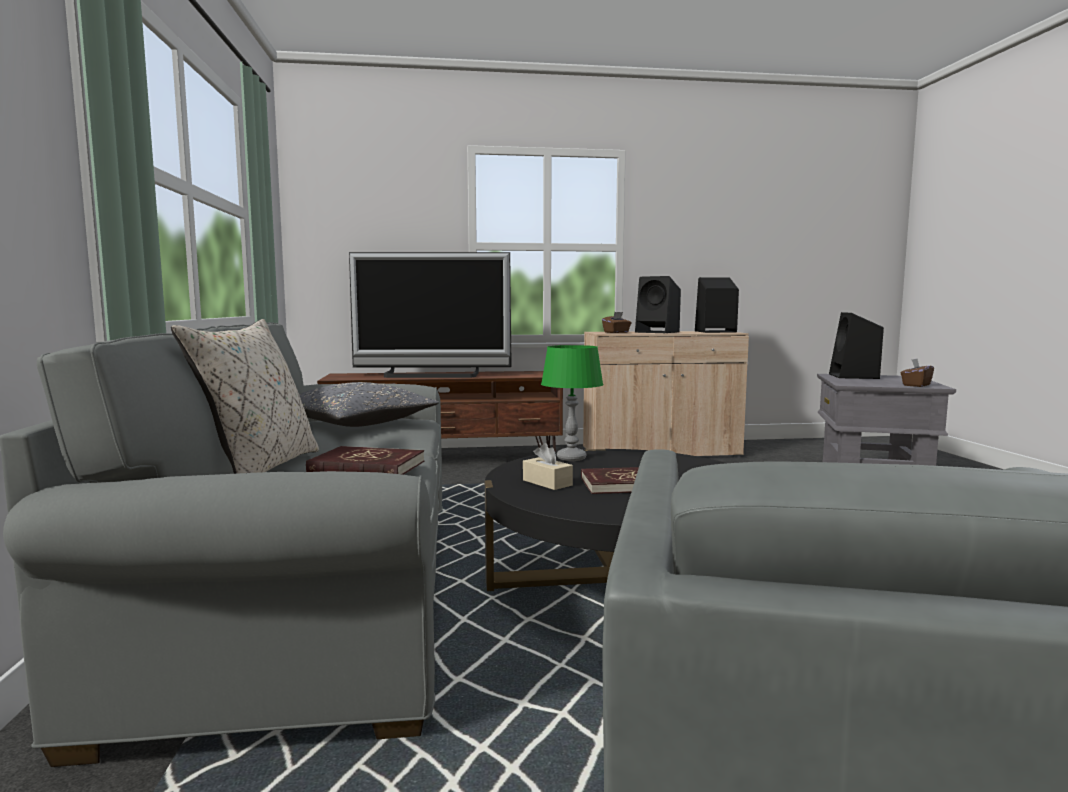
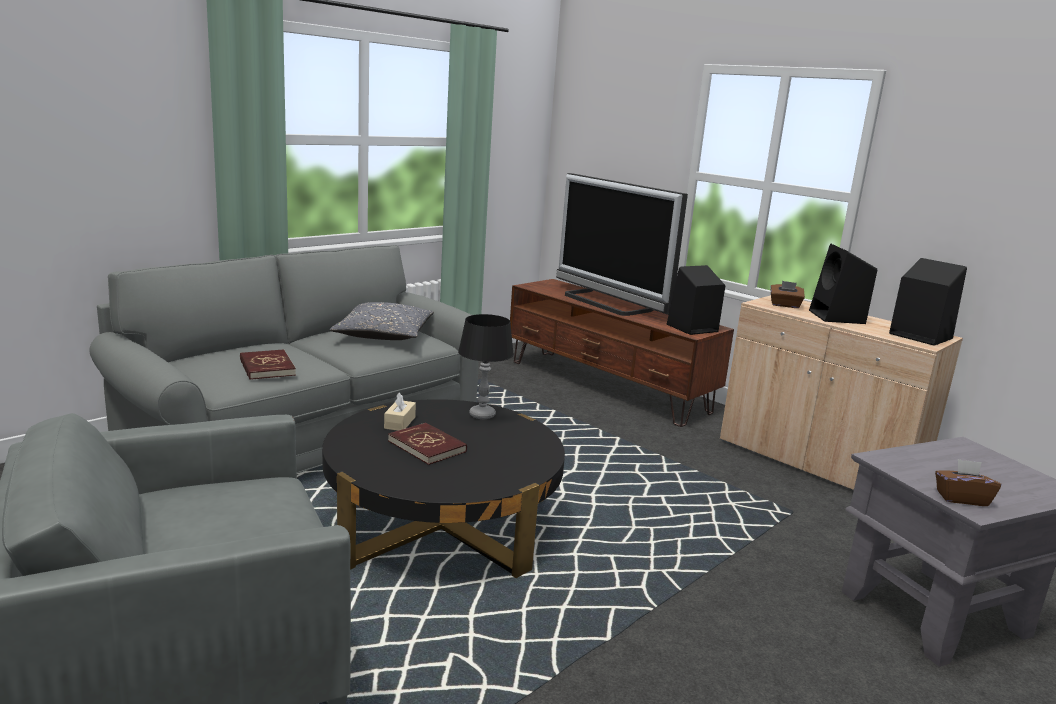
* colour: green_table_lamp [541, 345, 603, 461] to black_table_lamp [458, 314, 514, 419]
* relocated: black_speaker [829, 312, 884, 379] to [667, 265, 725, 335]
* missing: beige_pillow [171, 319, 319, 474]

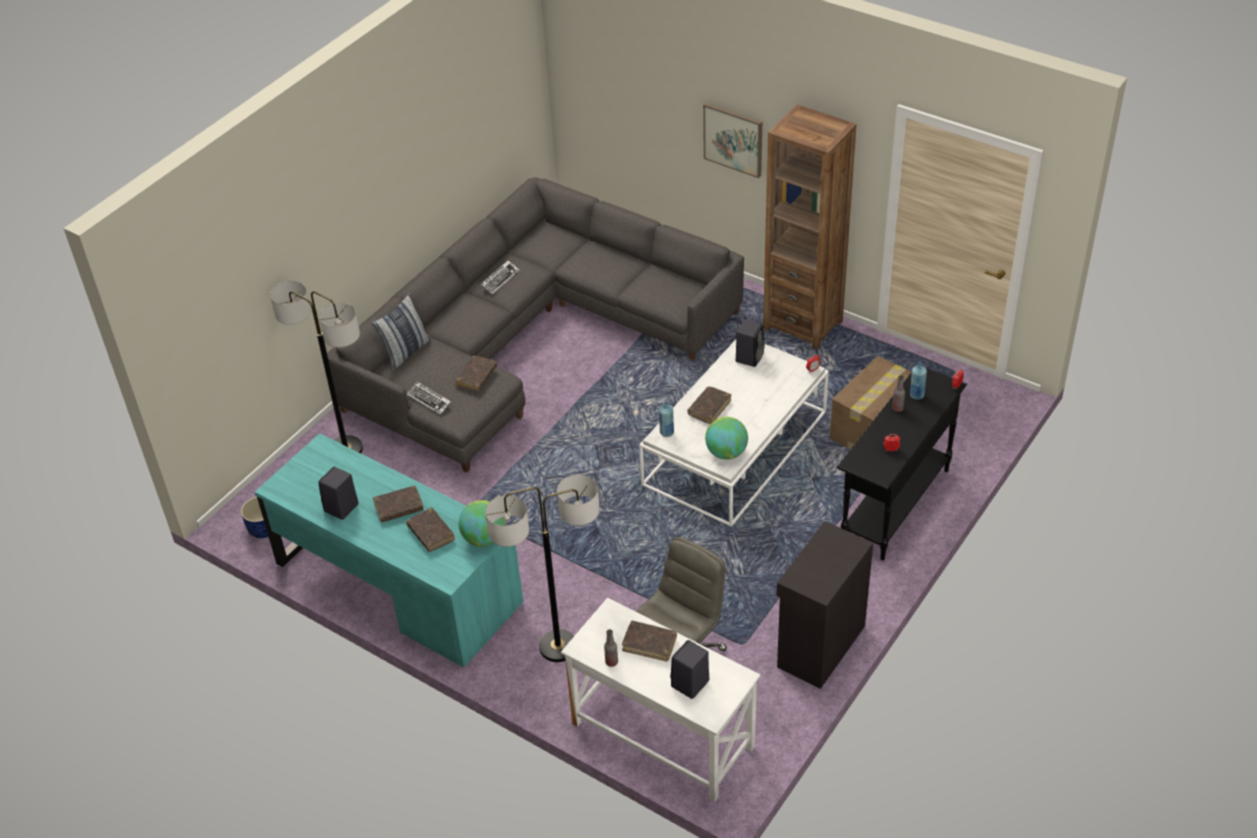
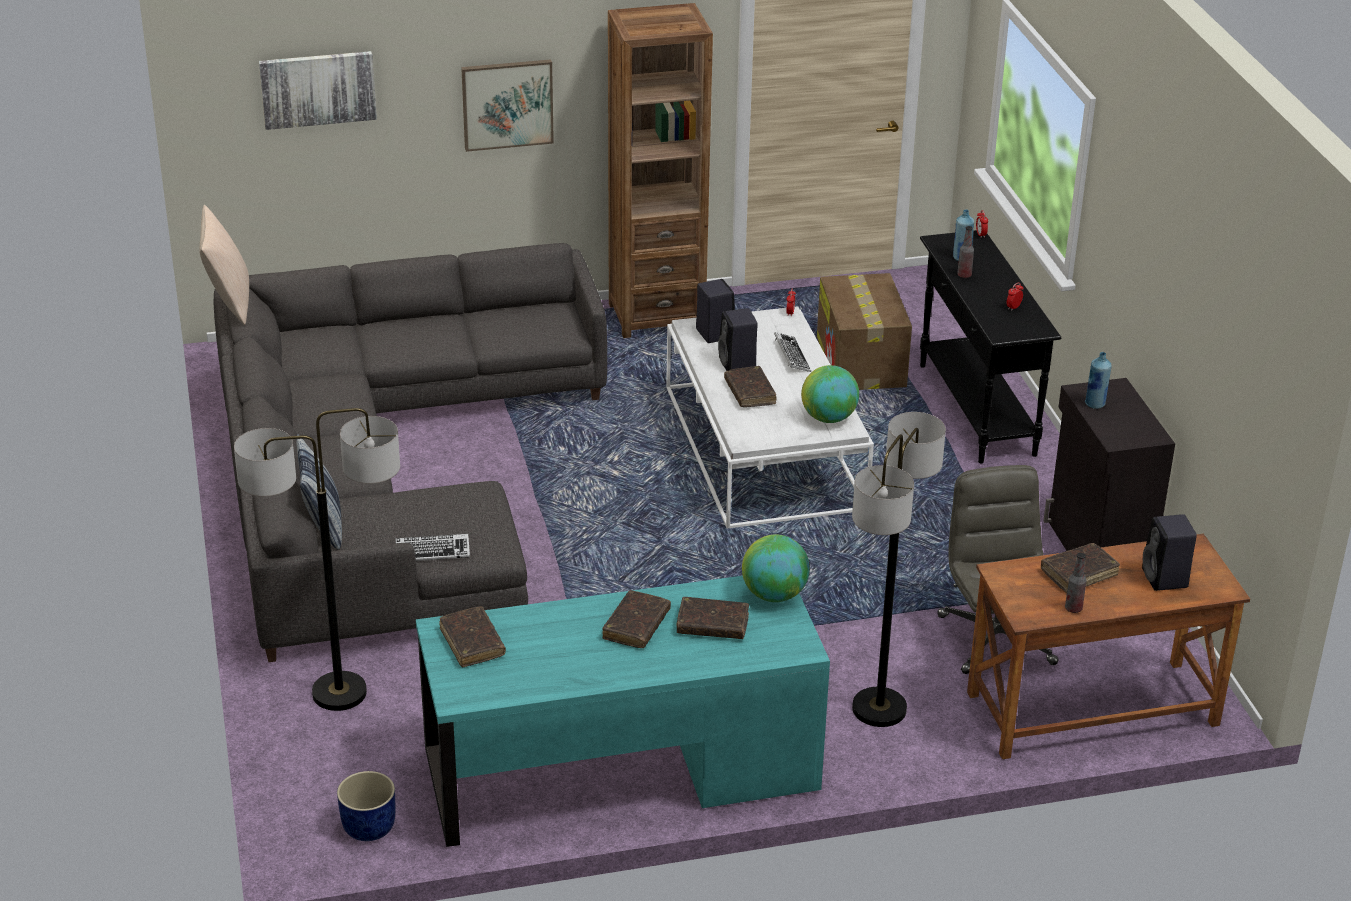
* appeared: beige_pillow [199, 205, 249, 325]
* appeared: picture [259, 51, 377, 130]
* relocated: brown_book [455, 356, 497, 391] to [439, 606, 506, 667]
* relocated: black_speaker [319, 467, 359, 520] to [718, 308, 758, 371]
* relocated: keyboard [480, 261, 520, 294] to [774, 332, 811, 372]
* colour: white_desk [561, 598, 761, 802] to brown_desk [967, 534, 1250, 759]
* relocated: blue_bottle [659, 402, 674, 437] to [1085, 352, 1112, 409]

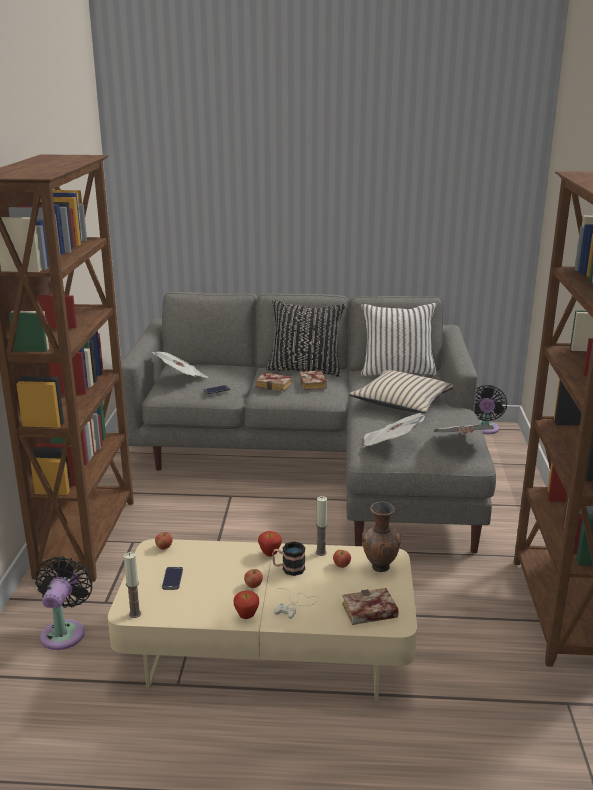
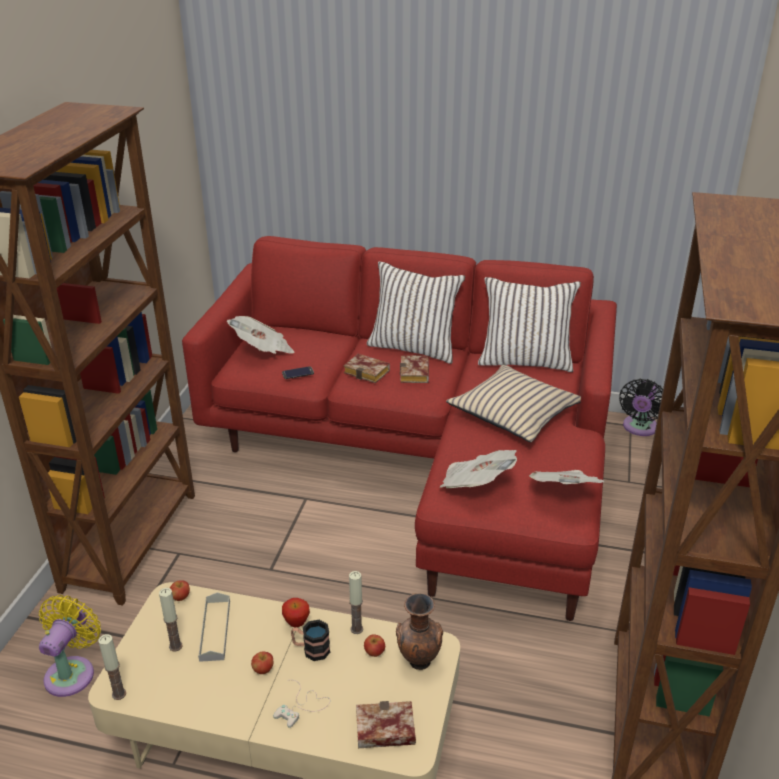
* colour: black_fan [35, 556, 93, 650] to yellow_fan [39, 595, 101, 697]
* exchanged: phone [162, 567, 183, 590] to candle [159, 588, 183, 651]
* colour: grey_sofa [121, 292, 496, 553] to red_sofa [182, 236, 617, 621]
* appeared: grey_tray [198, 593, 230, 662]
* colour: black_pillow [266, 300, 346, 377] to white_pillow [367, 261, 465, 364]
* missing: apple [234, 590, 259, 619]

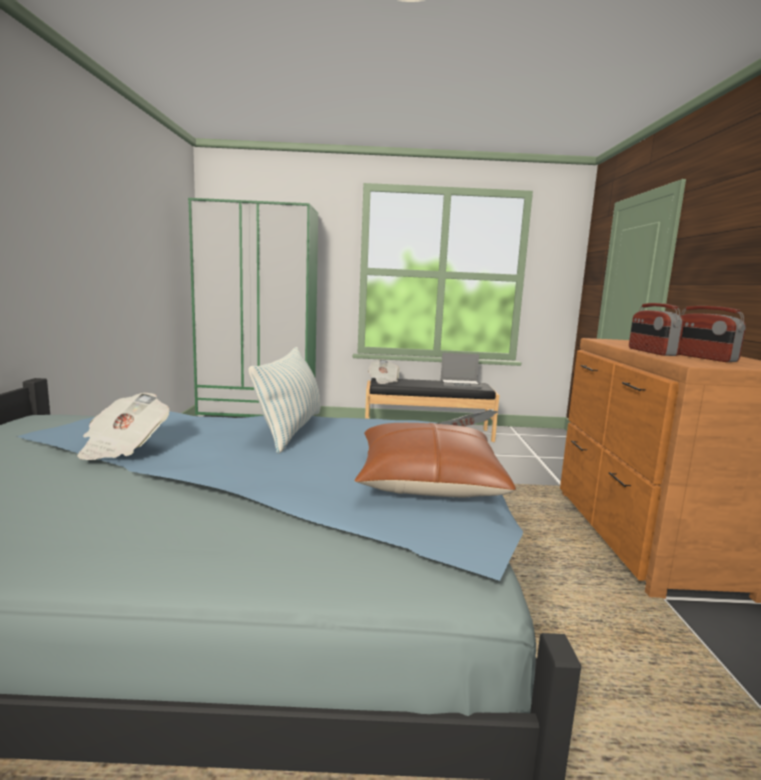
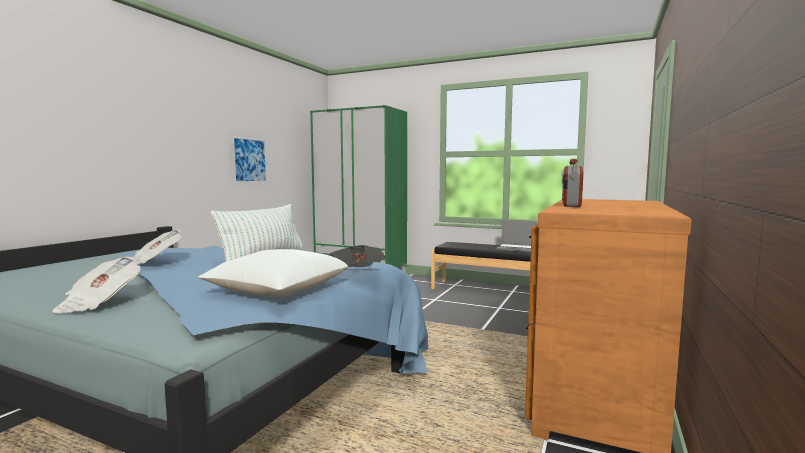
* relocated: newspaper [368, 359, 400, 384] to [52, 257, 141, 314]
* colour: brown_pillow [354, 423, 516, 497] to white_pillow [198, 249, 348, 297]
* appeared: picture [232, 136, 267, 183]
* missing: radio [678, 306, 746, 362]

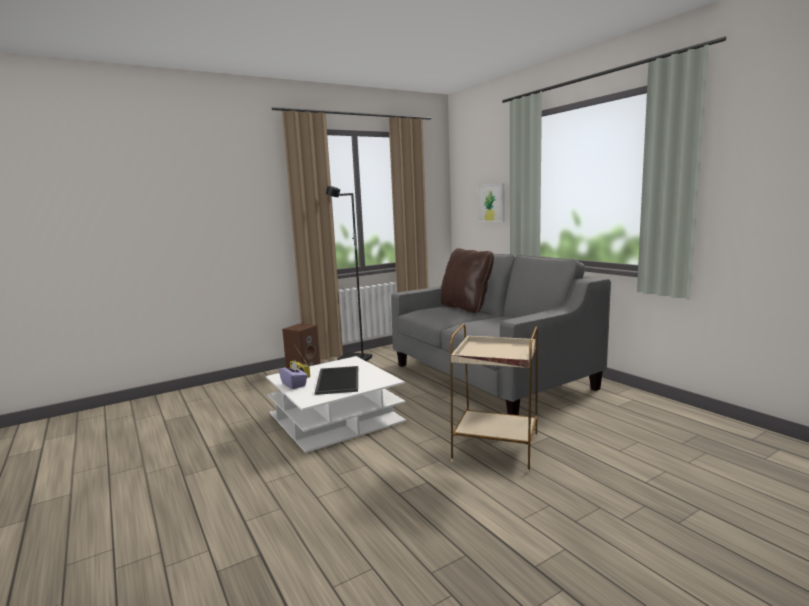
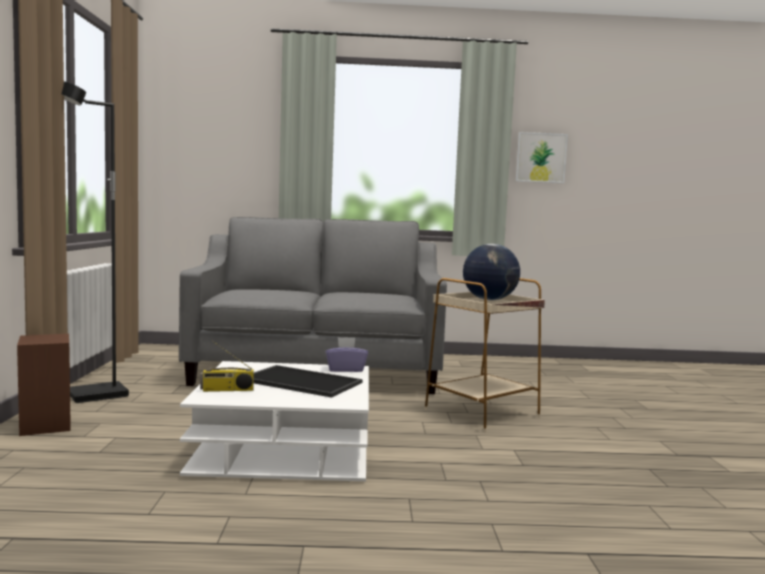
* relocated: purple_tissue_box [279, 362, 308, 389] to [326, 337, 368, 372]
* appeared: globe [463, 244, 520, 300]
* relocated: picture [477, 183, 505, 222] to [516, 132, 568, 183]
* missing: brown_pillow [441, 248, 494, 313]

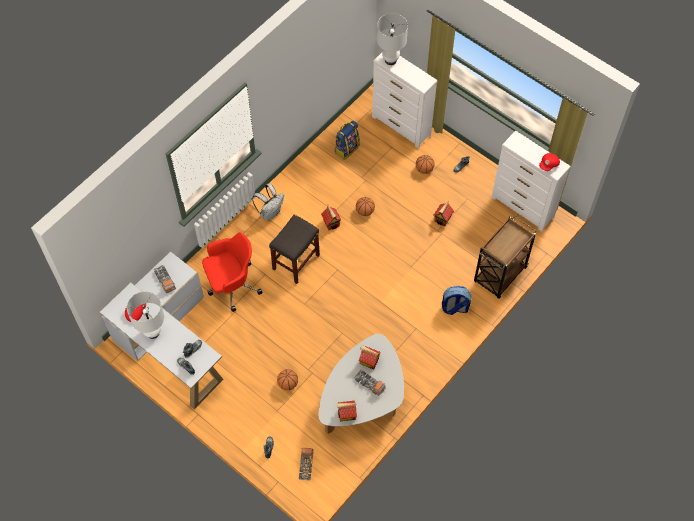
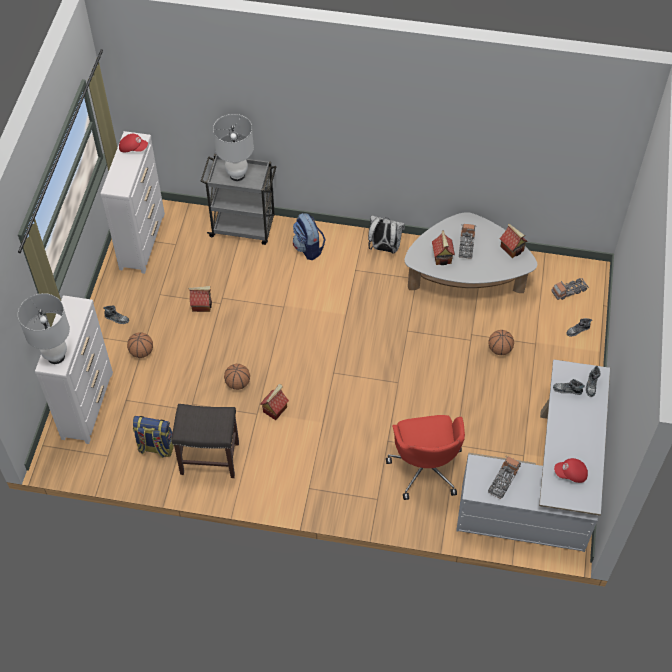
* relocated: grey_stool [269, 215, 320, 284] to [172, 404, 239, 478]
* colour: brown_cart [474, 216, 537, 299] to grey_cart [200, 154, 277, 245]
* relocated: white_table_lamp [127, 291, 164, 339] to [213, 114, 254, 181]
* relocated: white_backpack [252, 183, 284, 221] to [368, 216, 405, 253]
* spun: red_office_chair [202, 232, 263, 312] = [386, 415, 465, 500] 135 degrees counterclockwise

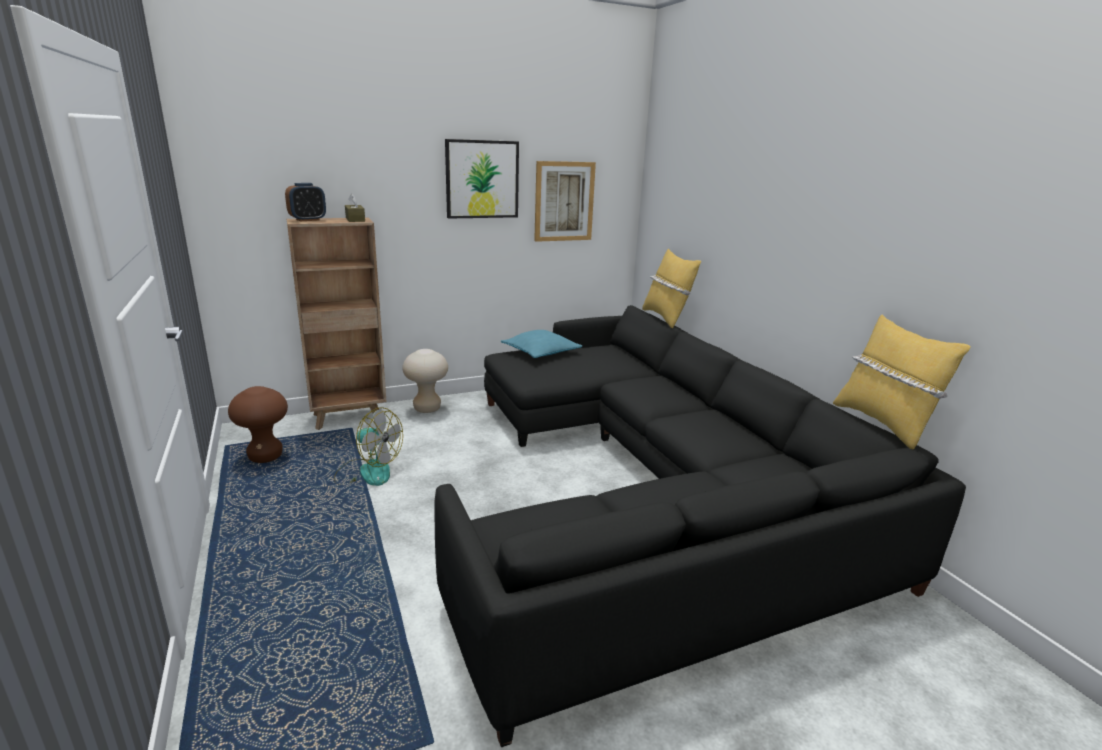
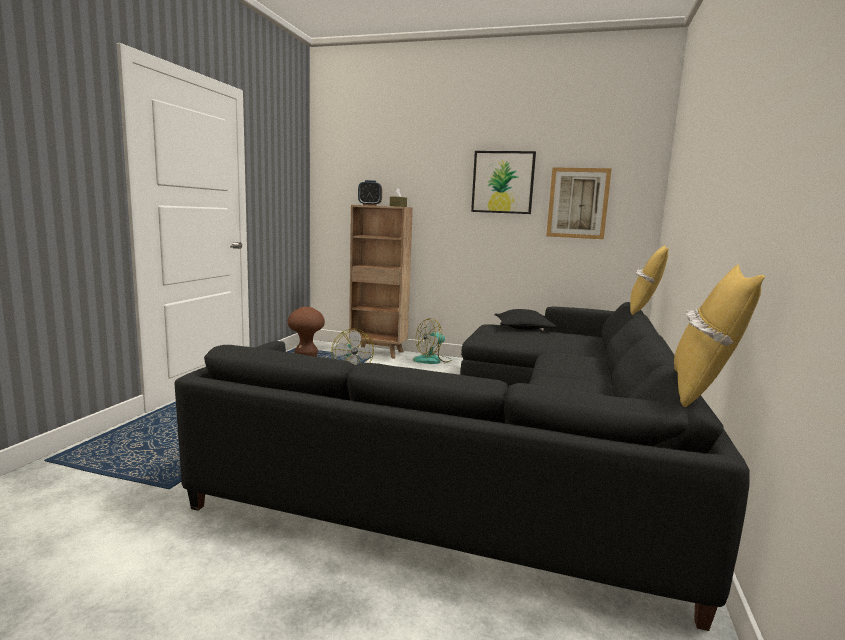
* exchanged: beige_stool [402, 349, 448, 413] to fan [413, 318, 452, 364]
* colour: turquoise_pillow [501, 330, 582, 358] to black_pillow [495, 309, 556, 330]

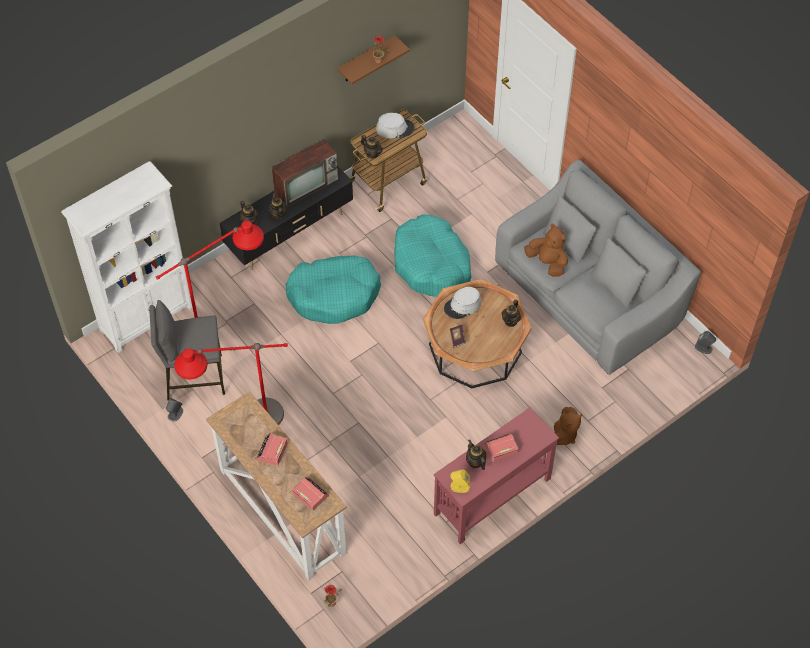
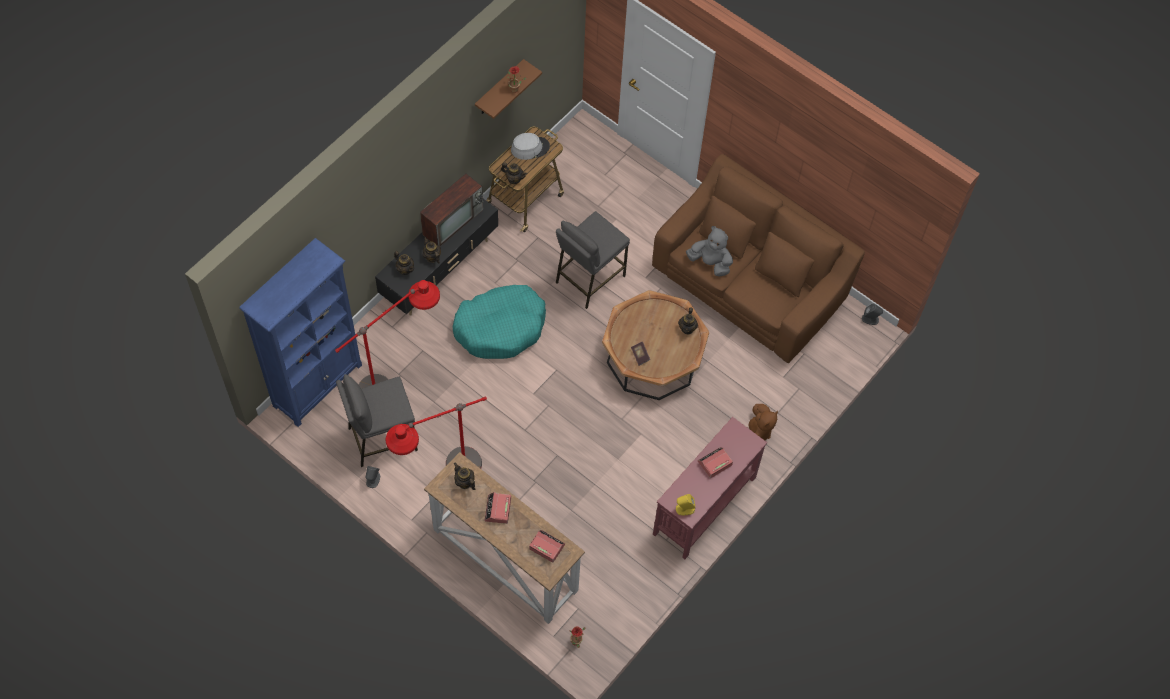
* colour: white_bookcase [61, 161, 193, 353] to blue_bookcase [239, 238, 362, 427]
* relocated: teapot [466, 440, 486, 470] to [454, 463, 475, 490]
* exchanged: turquoise_dog_bed [394, 215, 472, 297] to grey_stool [556, 211, 630, 309]
* colour: grey_sofa [495, 160, 701, 375] to brown_sofa [652, 154, 865, 363]
* colour: brown_plush_toy [524, 224, 568, 277] to grey_plush_toy [686, 226, 733, 277]
* missing: grey_hat [444, 287, 481, 319]

